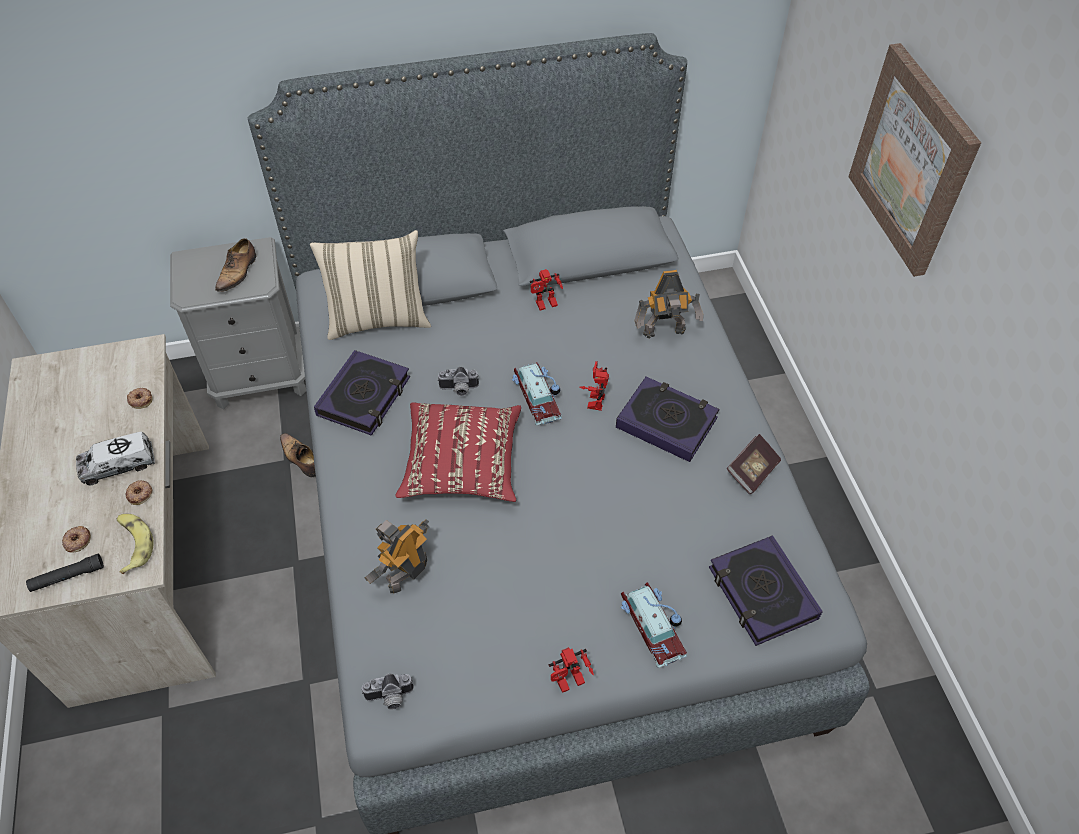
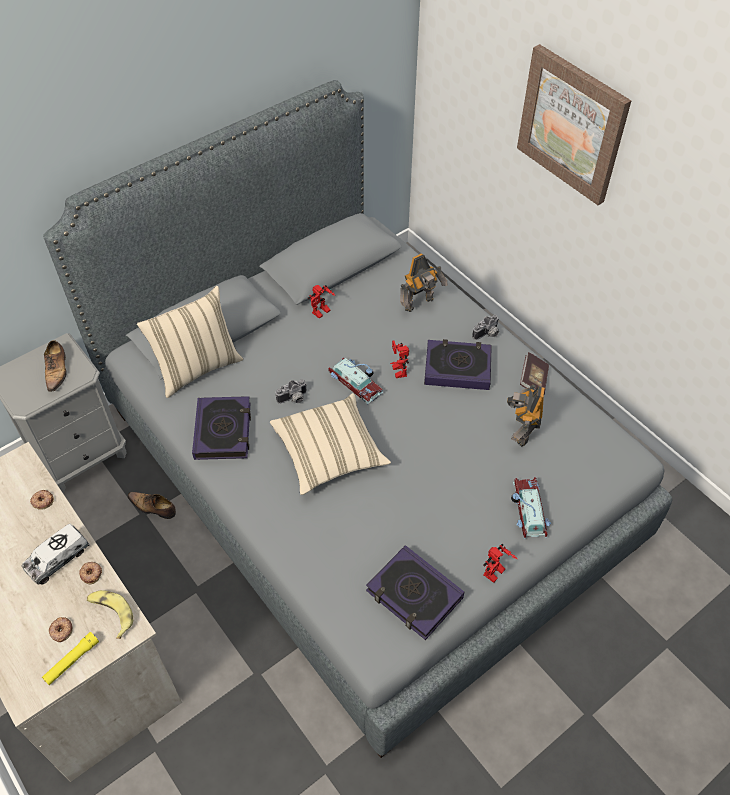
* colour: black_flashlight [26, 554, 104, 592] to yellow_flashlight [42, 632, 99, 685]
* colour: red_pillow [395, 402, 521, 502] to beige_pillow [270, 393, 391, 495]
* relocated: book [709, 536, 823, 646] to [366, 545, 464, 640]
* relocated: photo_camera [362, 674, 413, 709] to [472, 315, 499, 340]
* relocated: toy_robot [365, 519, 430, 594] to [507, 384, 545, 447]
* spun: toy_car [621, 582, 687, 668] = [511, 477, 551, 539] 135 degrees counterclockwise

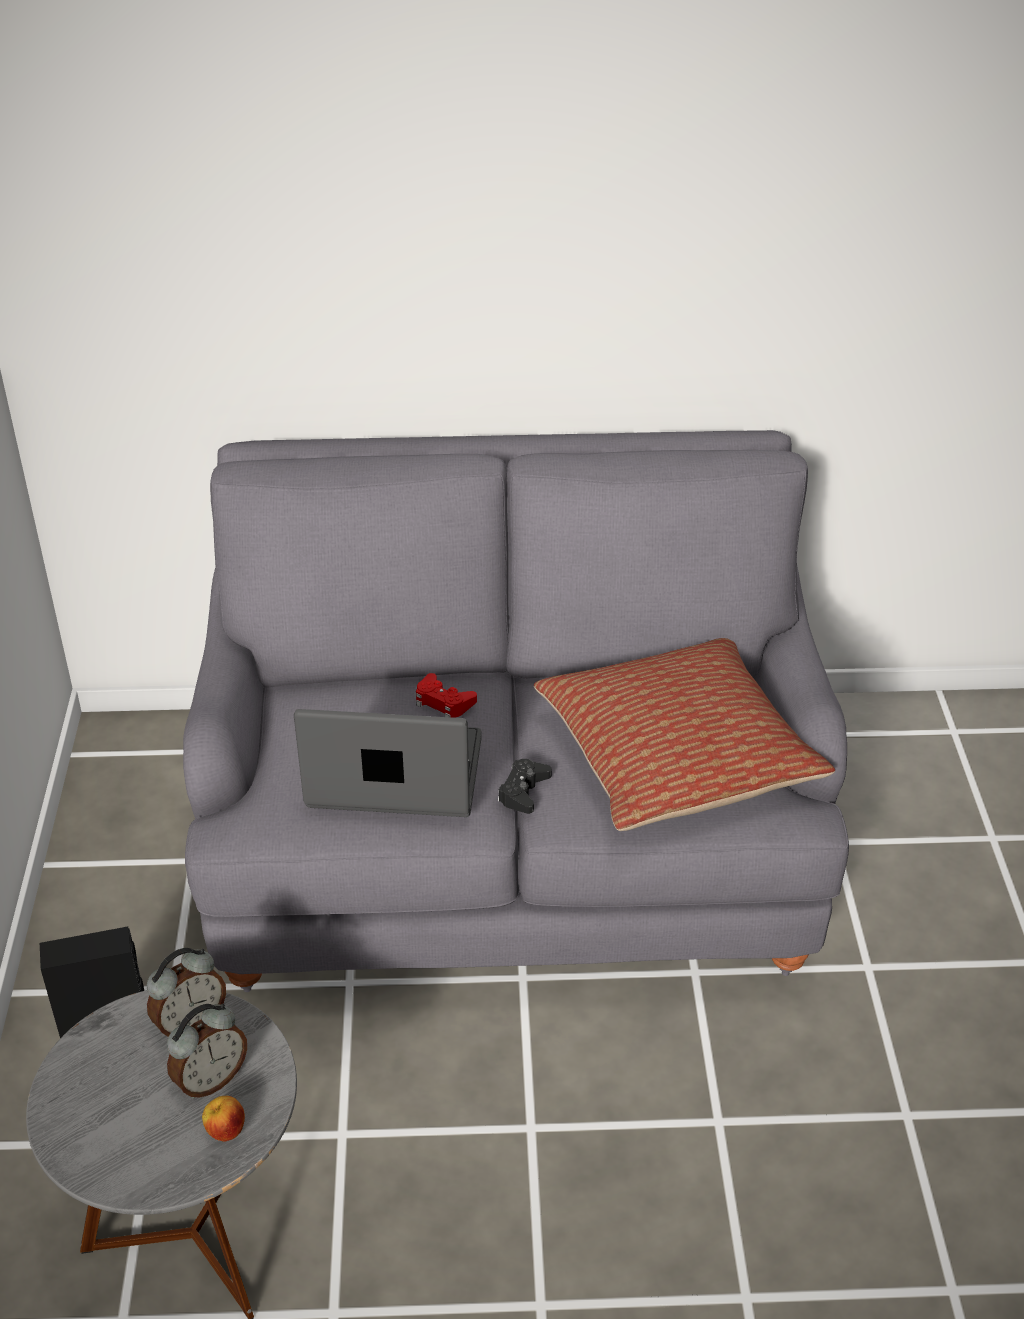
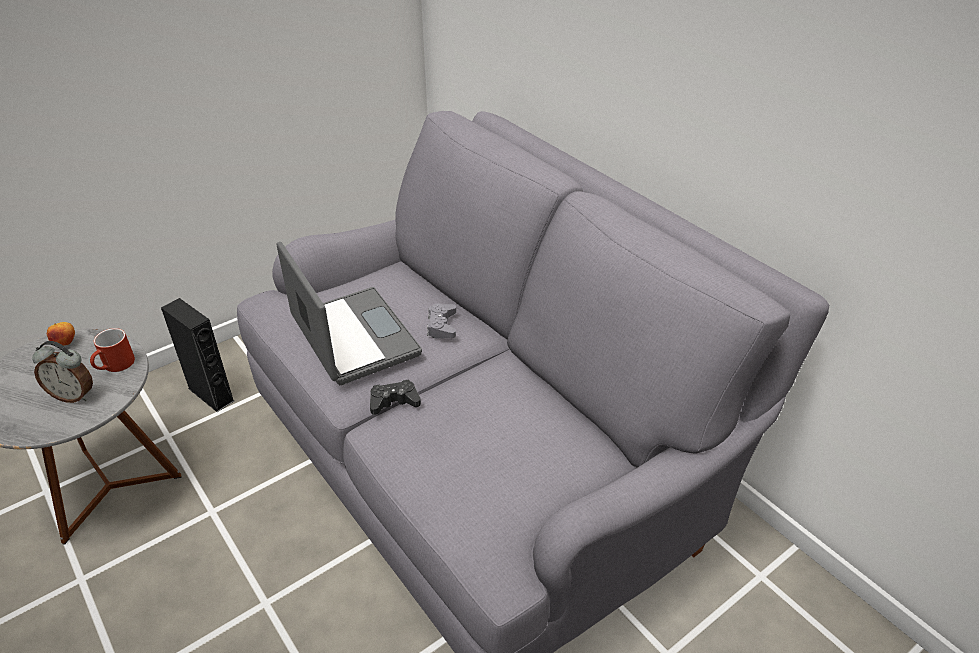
* relocated: apple [202, 1096, 245, 1142] to [47, 322, 75, 346]
* exchanged: alarm_clock [147, 948, 226, 1037] to red_mug [90, 328, 135, 372]
* colour: red_game_controller [416, 673, 477, 718] to grey_game_controller [427, 303, 456, 339]
* missing: pillow [534, 638, 835, 831]

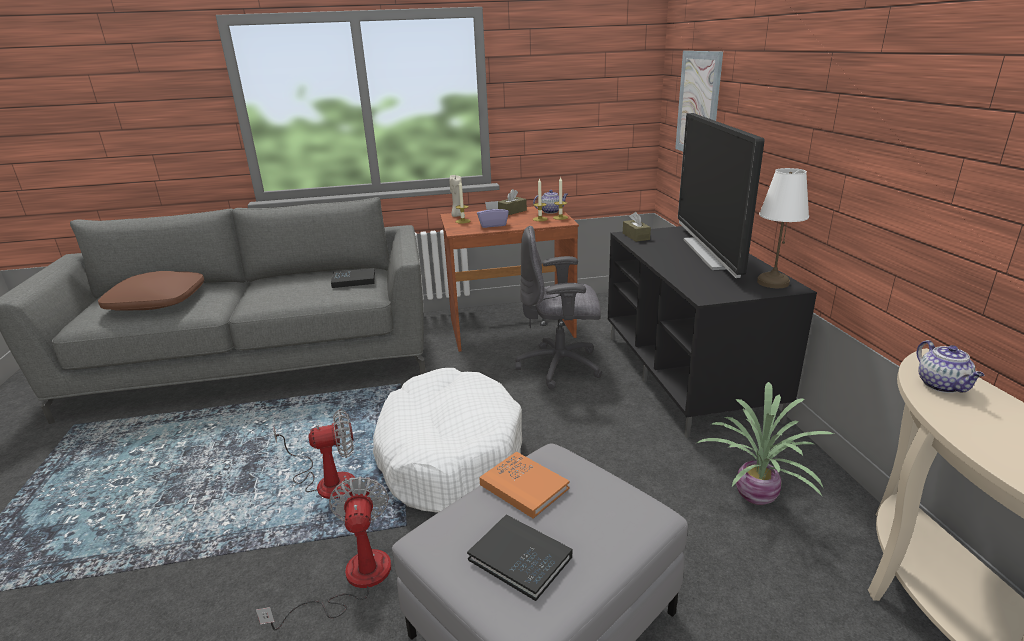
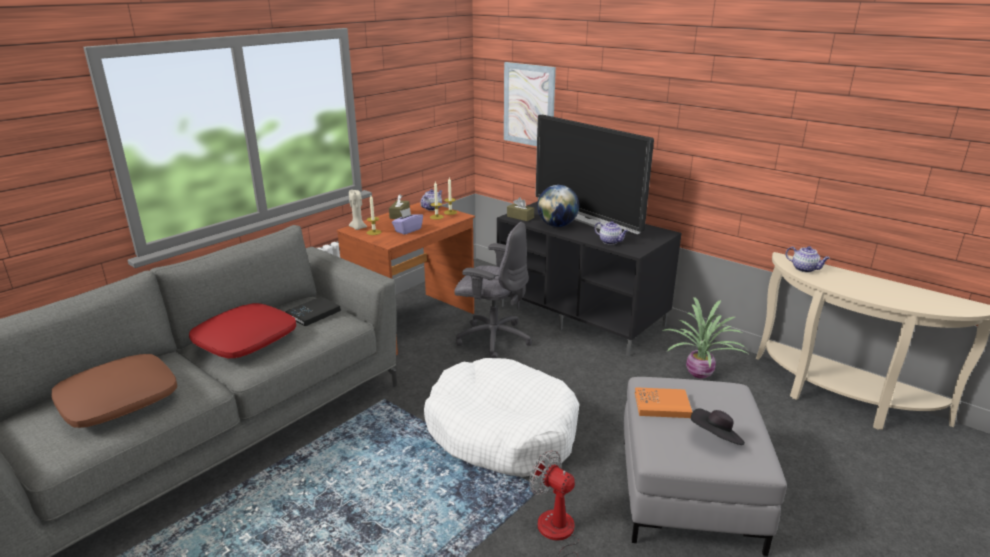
* appeared: red_pillow [189, 303, 296, 358]
* spun: grey_office_chair [515, 226, 602, 390] = [454, 222, 532, 358] 120 degrees counterclockwise
* appeared: globe [537, 185, 579, 227]
* appeared: teapot [595, 221, 628, 245]
* exchanged: black_book [467, 515, 572, 601] to black_hat [691, 408, 745, 445]
* missing: fan [273, 409, 355, 499]
* missing: white_table_lamp [757, 168, 809, 288]

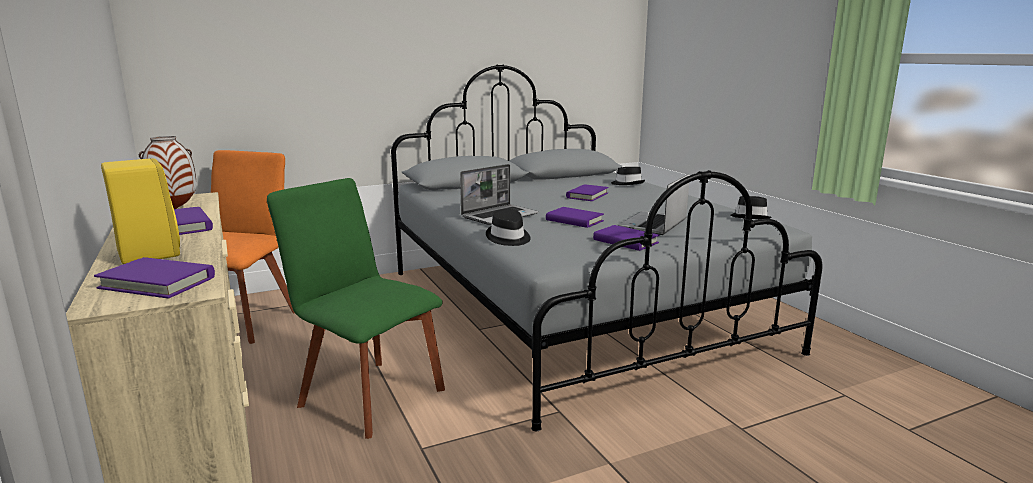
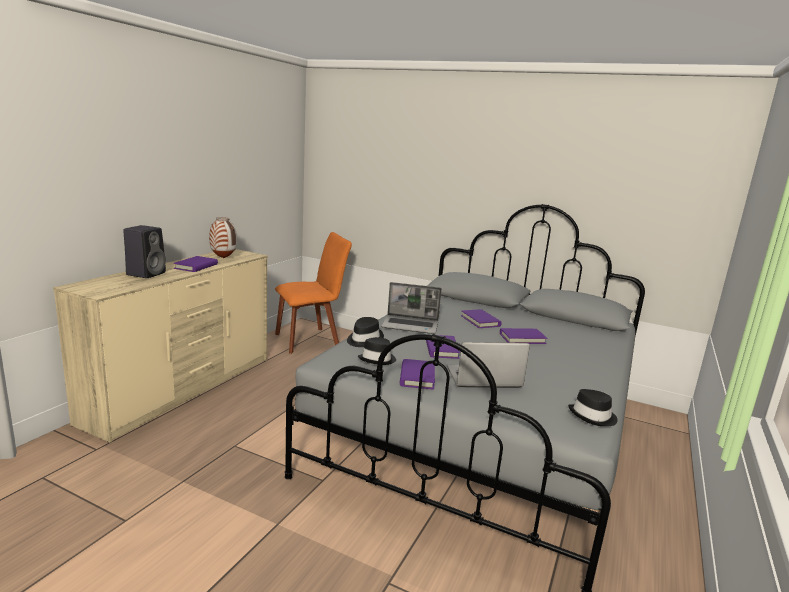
* colour: yellow_speaker [101, 158, 180, 264] to black_speaker [123, 225, 166, 278]
* relocated: black_hat [611, 167, 645, 185] to [358, 337, 396, 365]
* relocated: purple_book [94, 257, 215, 298] to [461, 309, 501, 328]
* missing: green_chair [267, 178, 445, 439]

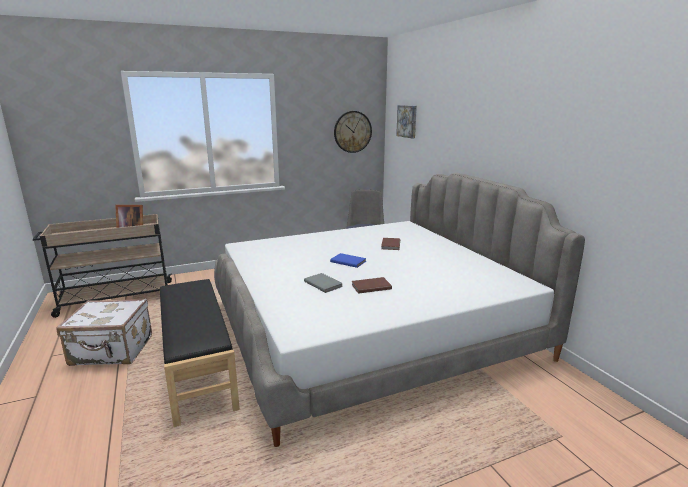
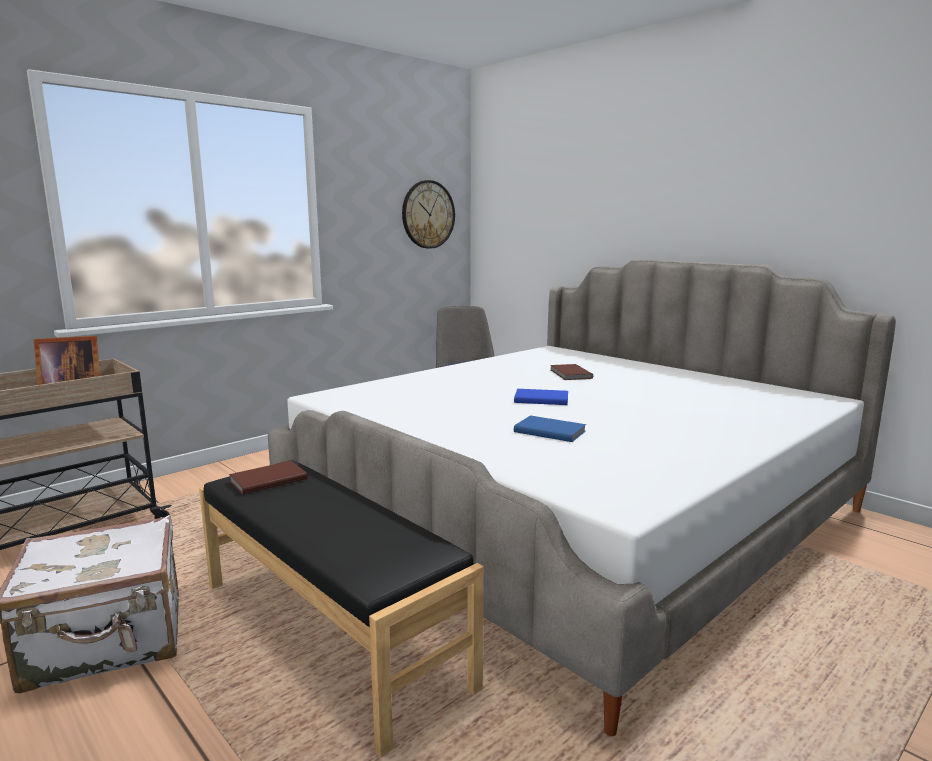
* relocated: brown_book [352, 277, 392, 294] to [229, 461, 307, 495]
* colour: grey_book [304, 273, 342, 293] to blue_book [514, 416, 586, 442]
* missing: picture [396, 105, 417, 138]

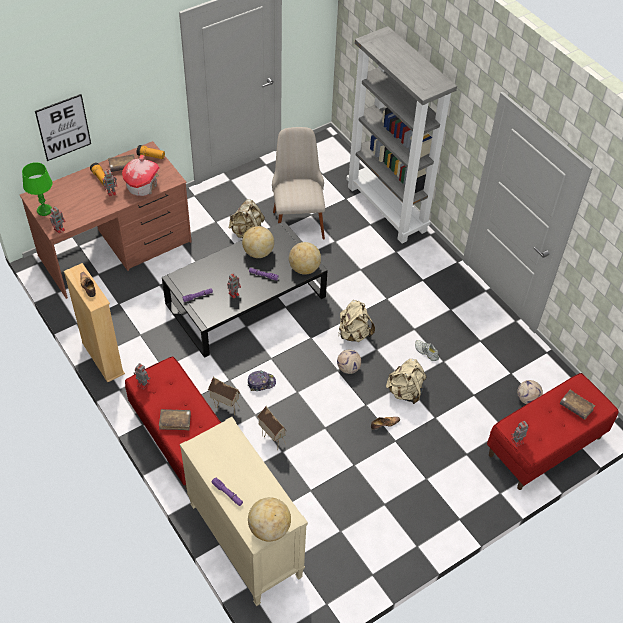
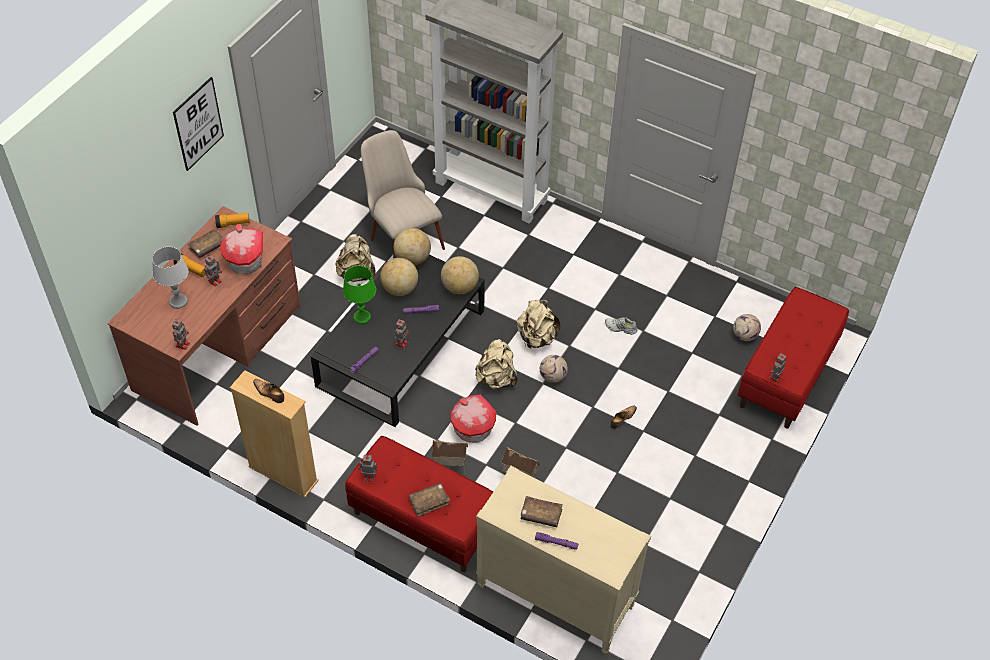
* appeared: grey_table_lamp [152, 247, 189, 309]
* relocated: picture [35, 94, 91, 161] to [173, 77, 224, 171]
* relocated: green_table_lamp [22, 162, 52, 216] to [343, 266, 376, 324]
* relocated: globe [248, 497, 291, 542] to [394, 228, 431, 265]
* exchanged: cap [247, 371, 276, 391] to toy_house [451, 394, 497, 443]
* relocated: beige_backpack [386, 359, 426, 404] to [475, 339, 517, 389]
* relocated: brown_book [560, 390, 595, 420] to [521, 496, 563, 527]

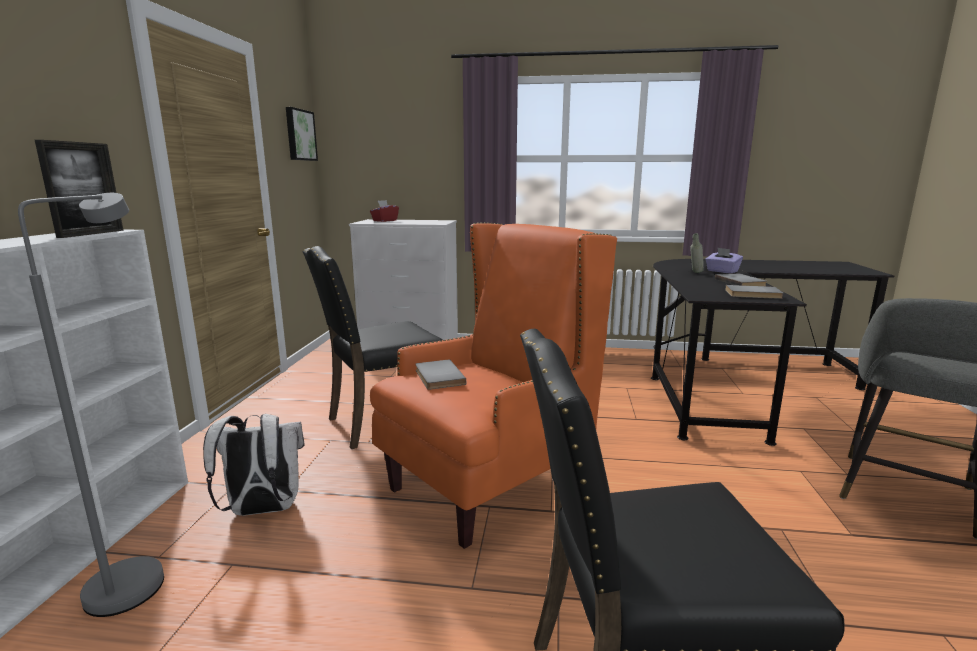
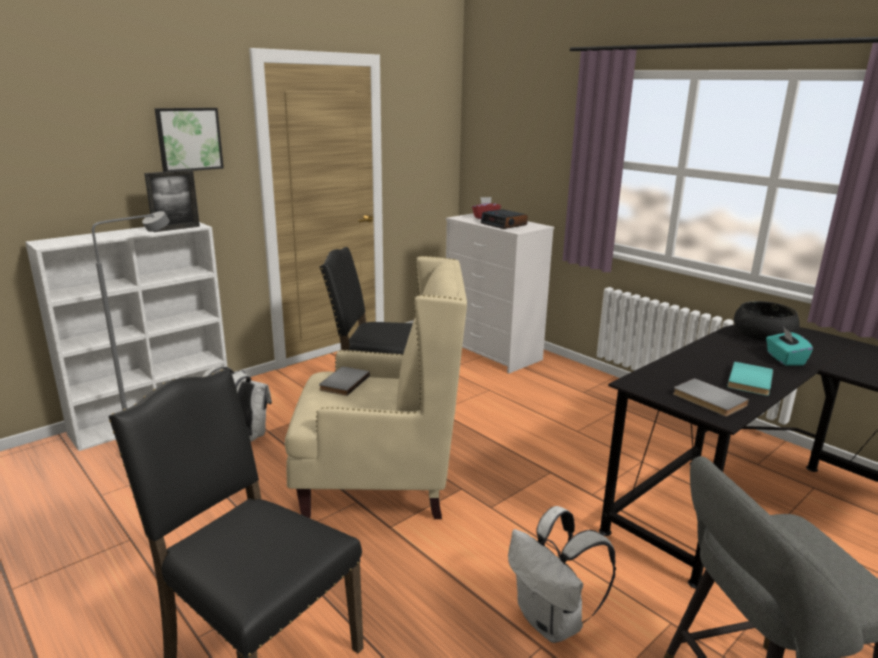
* relocated: picture [286, 107, 318, 161] to [155, 108, 224, 172]
* colour: orange_armchair [370, 222, 617, 549] to beige_armchair [285, 256, 467, 519]
* appeared: alarm_clock [481, 209, 528, 229]
* appeared: white_backpack [508, 506, 616, 643]
* colour: grey_book [715, 274, 767, 286] to turquoise_book [727, 362, 773, 396]
* appeared: black_bowl [734, 301, 799, 342]
* colour: purple_tissue_box [705, 248, 743, 273] to turquoise_tissue_box [766, 327, 813, 366]
* missing: grey_bottle [690, 233, 704, 273]

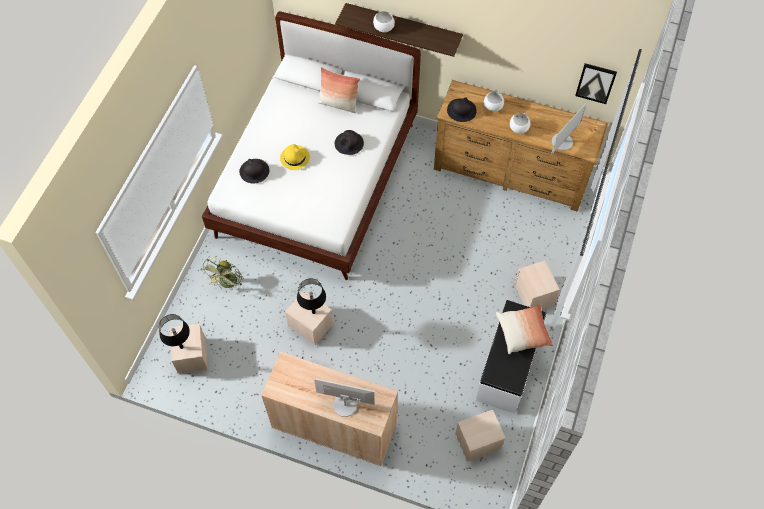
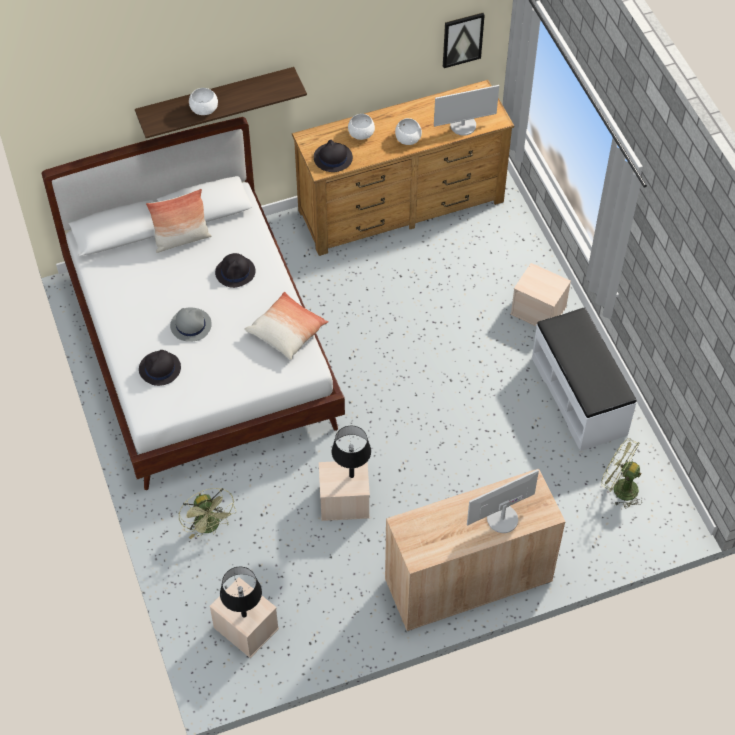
* colour: yellow_hat [280, 144, 310, 170] to grey_hat [170, 307, 212, 342]
* relocated: pillow [496, 305, 553, 354] to [244, 292, 329, 360]
* spun: monitor [551, 103, 587, 154] = [434, 85, 499, 136] 75 degrees clockwise
* exchanged: beige_storage_box [455, 410, 506, 462] to green_fan [601, 438, 642, 508]

